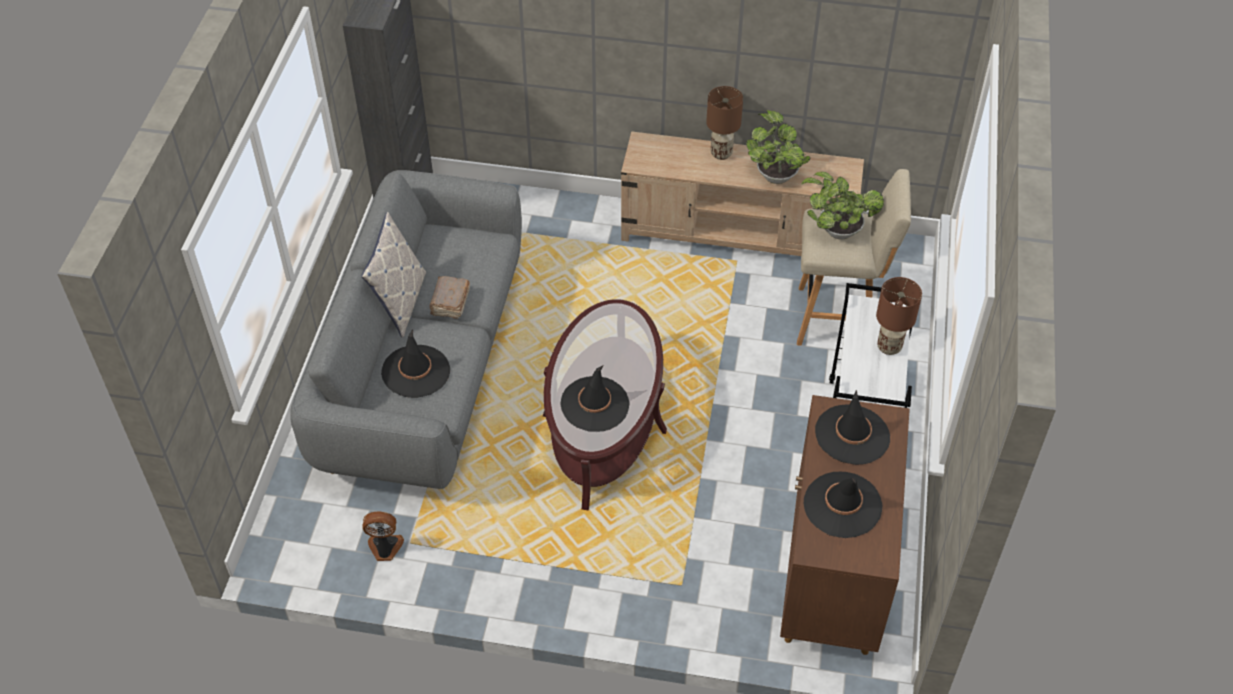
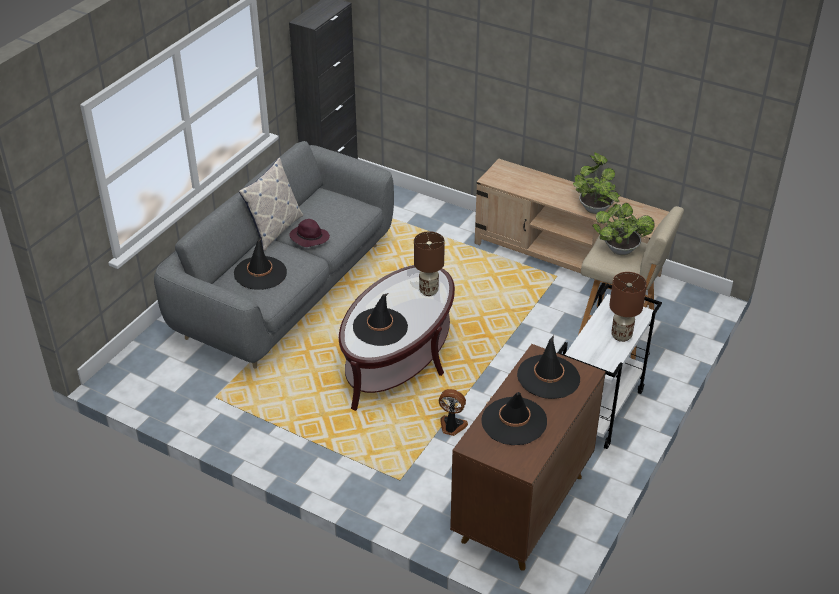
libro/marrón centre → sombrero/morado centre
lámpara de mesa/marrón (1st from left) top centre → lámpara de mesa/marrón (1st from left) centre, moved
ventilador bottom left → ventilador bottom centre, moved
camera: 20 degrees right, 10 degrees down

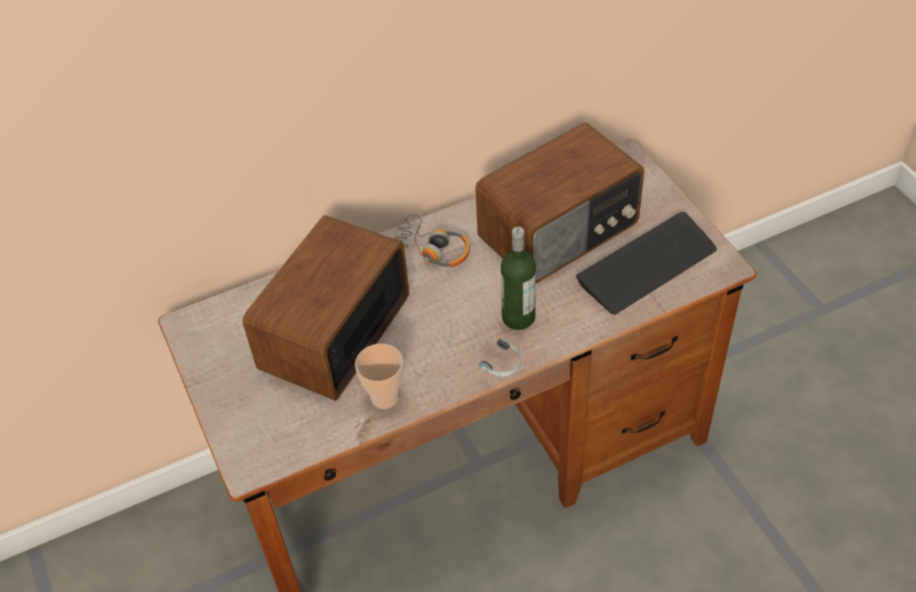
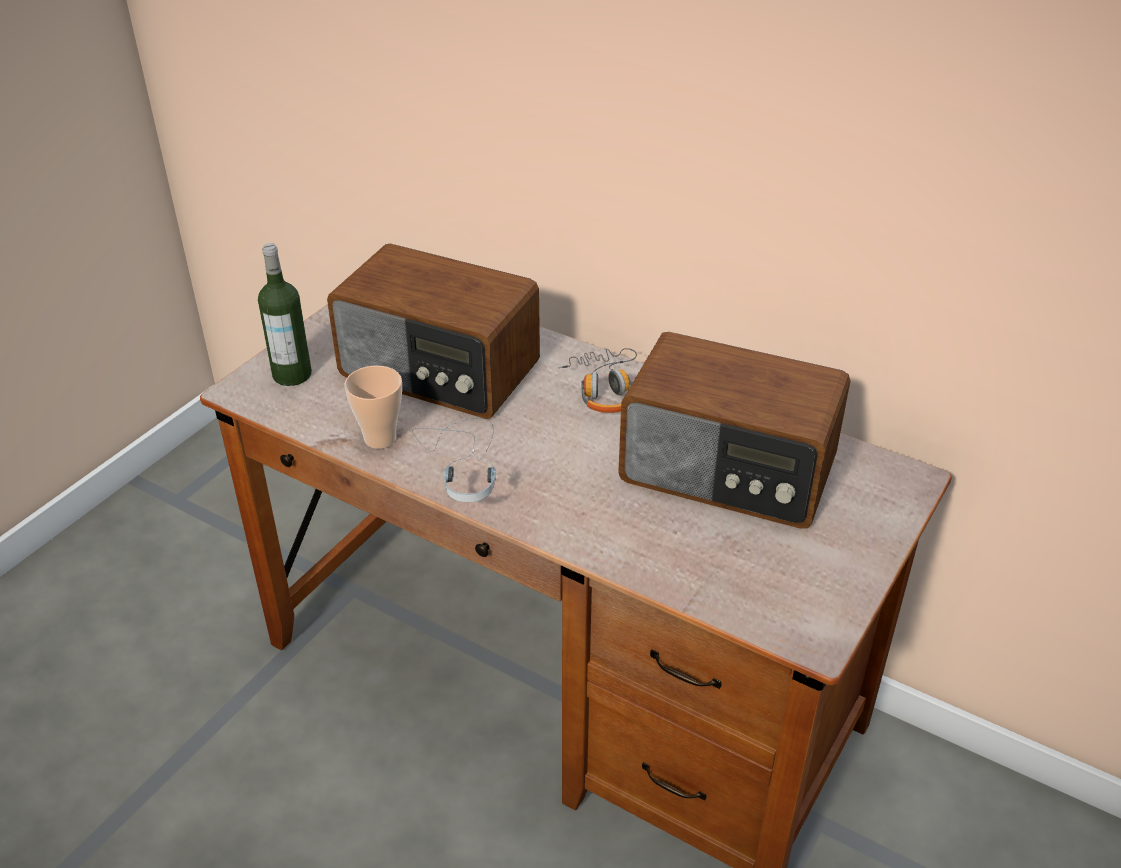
botella centre → botella middle left, moved
radio (1st from left) centre, 150 degrees counterclockwise
teclado middle right → -
camera: 55 degrees right, 10 degrees down

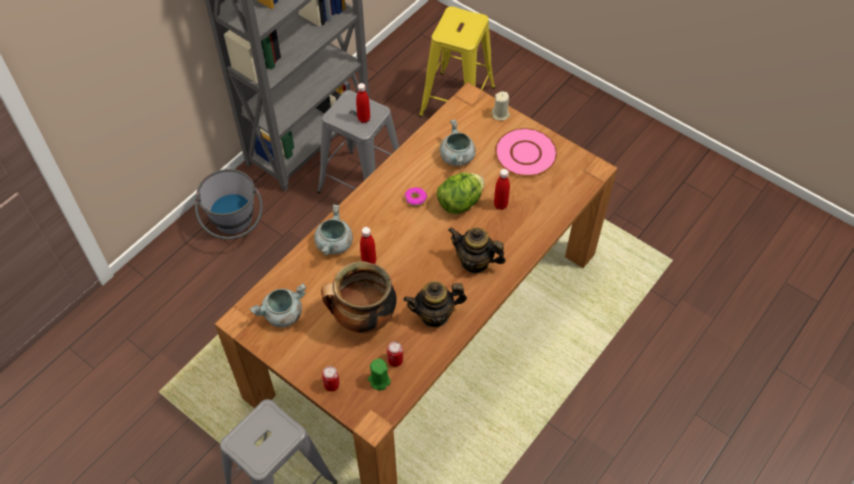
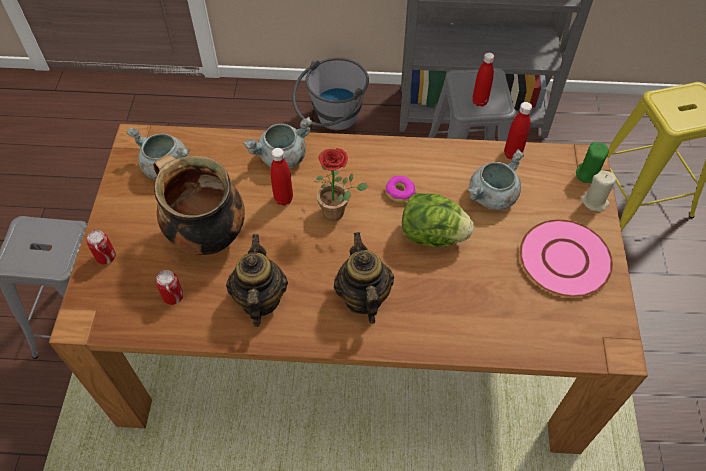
tetera (1st from left) centre, 45 degrees clockwise
- → planta en maceta centre
botella/rojo (3rd from left) centre → botella/rojo (3rd from left) top right, moved
vela/verde bottom centre → vela/verde middle right, moved
camera: 55 degrees right, 0 degrees up

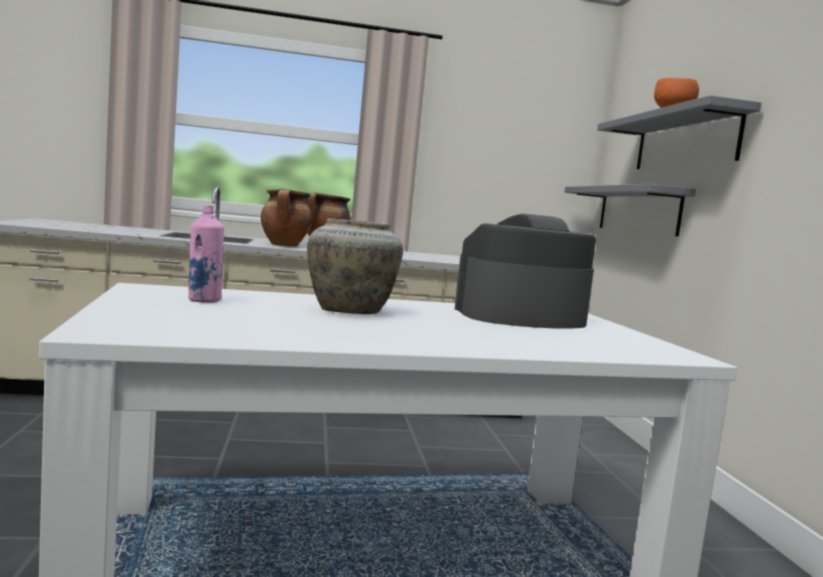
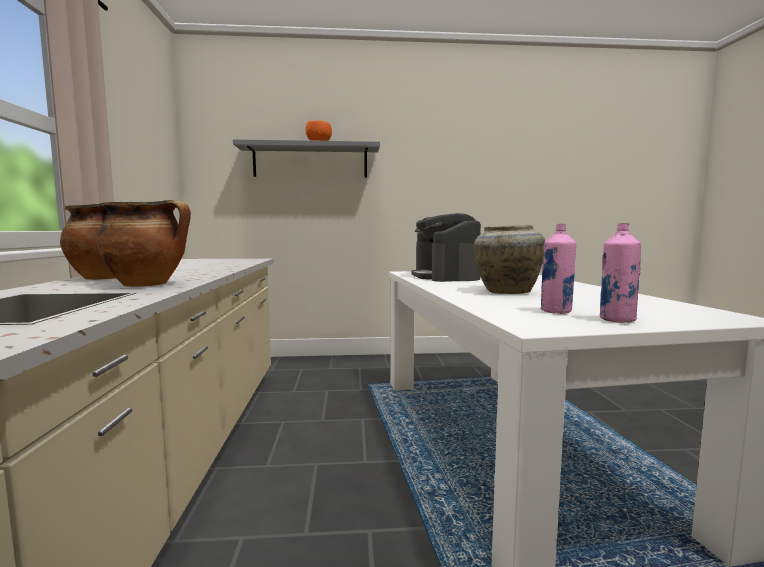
- → botella/rosa (2nd from left) middle right
estante/gris (1st from left) middle right → -
camera: 85 degrees left, 0 degrees up

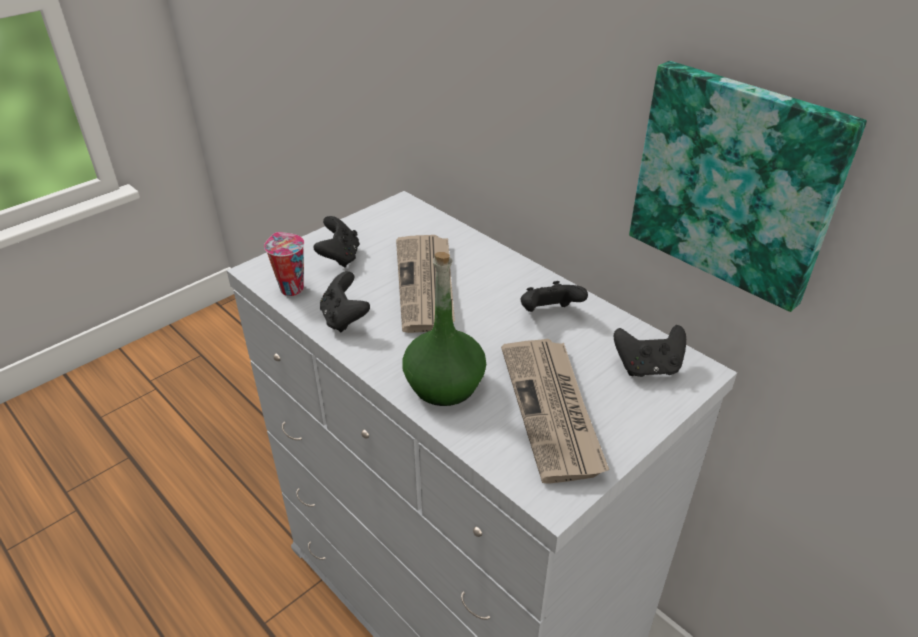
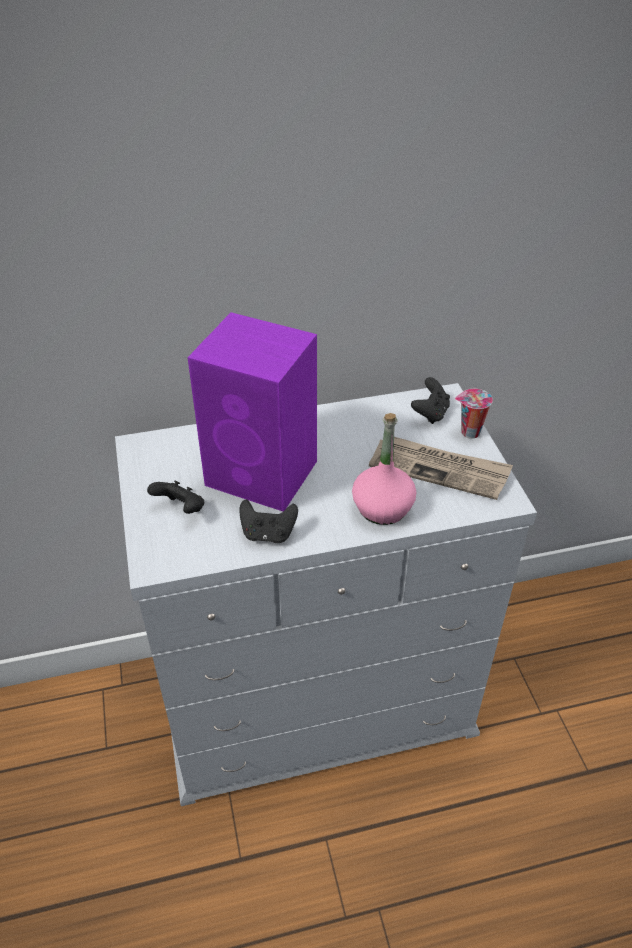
periódico (1st from left) centre → altavoz/morado centre
botella/verde centre → botella/rosa centre
taza middle left → taza middle right, moved
mando de consola/negro (3rd from left) centre → -
cuadro top right → -
camera: 60 degrees left, 5 degrees up

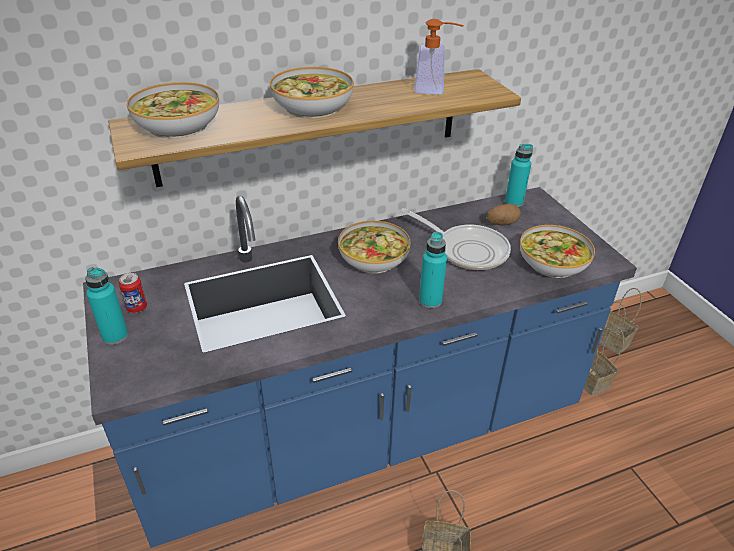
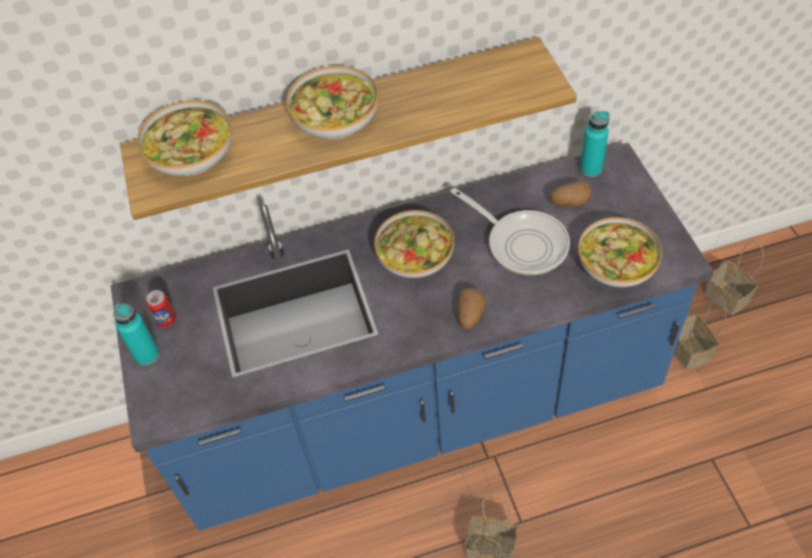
botella/turquesa (2nd from left) centre → patata (1st from left) centre
dispensador de jabón top centre → -
camera: 10 degrees right, 15 degrees up

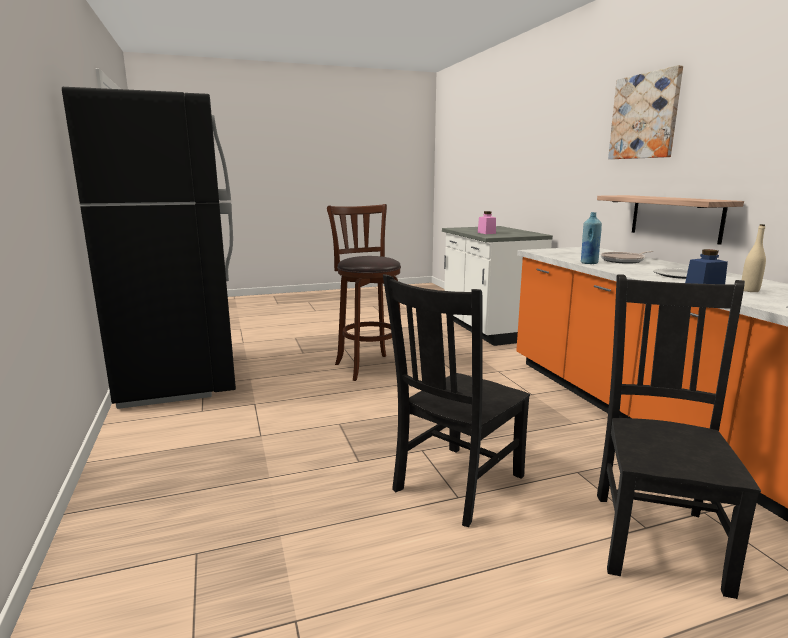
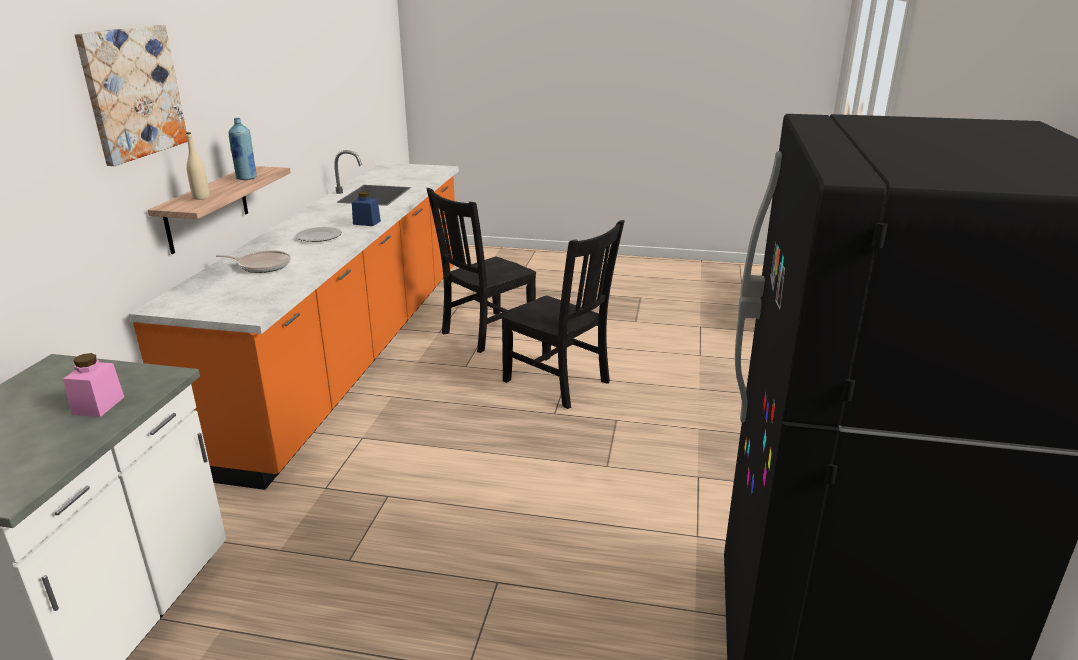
botella/beis middle right → botella/beis top left, moved
botella/azul middle right → botella/azul top left, moved
silla/negro (1st from left in the first image) centre → silla/negro (2nd from left) centre, 60 degrees clockwise
taburete/marrón centre → -
camera: 150 degrees left, 10 degrees up

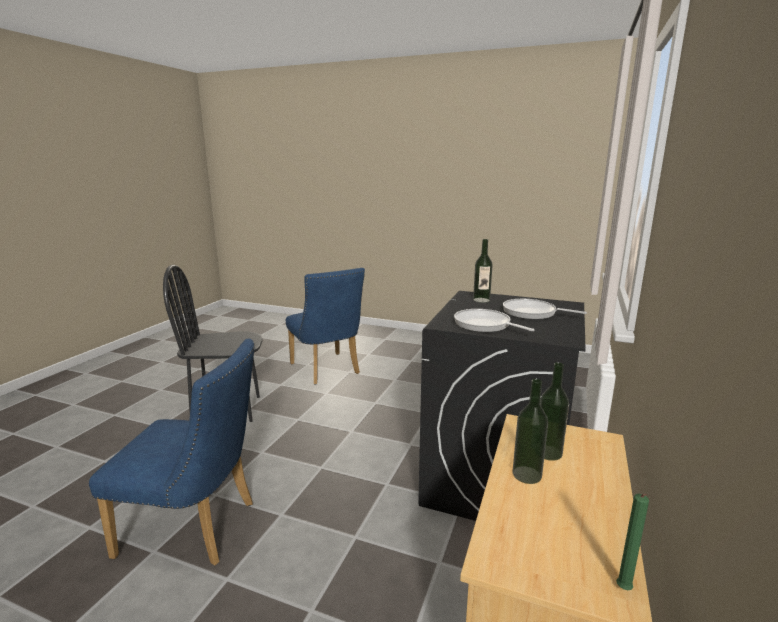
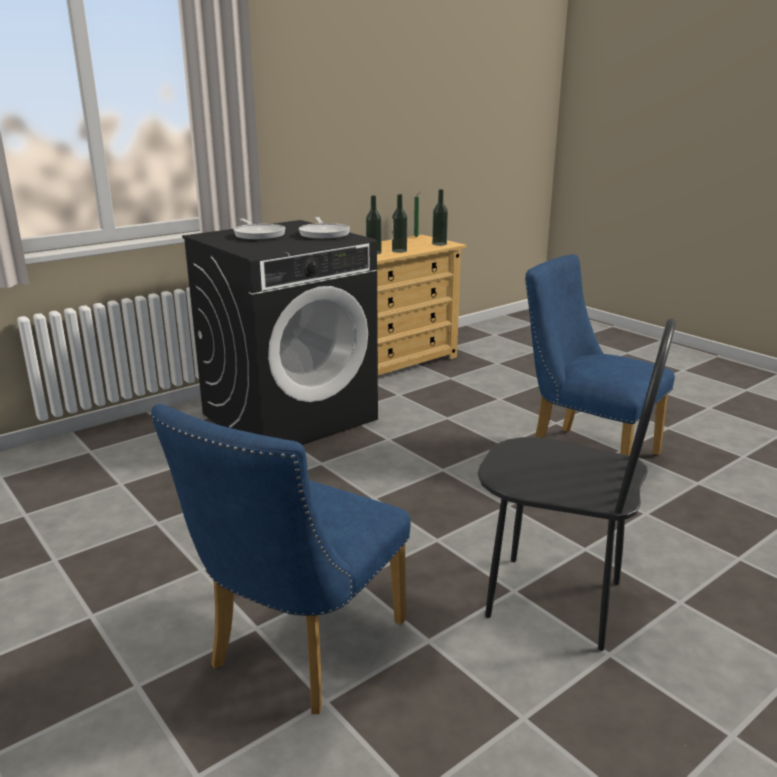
silla/azul (2nd from left in the first image) centre → silla/azul (1st from left) bottom centre, 150 degrees counterclockwise
botella (1st from left in the first image) centre → botella (3rd from left) top centre, moved
camera: 150 degrees left, 5 degrees up

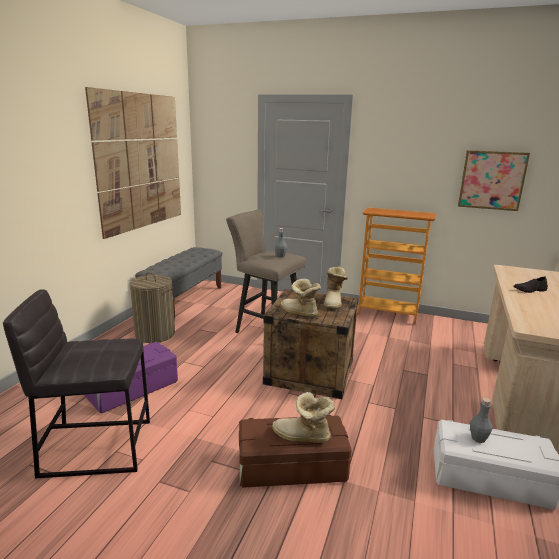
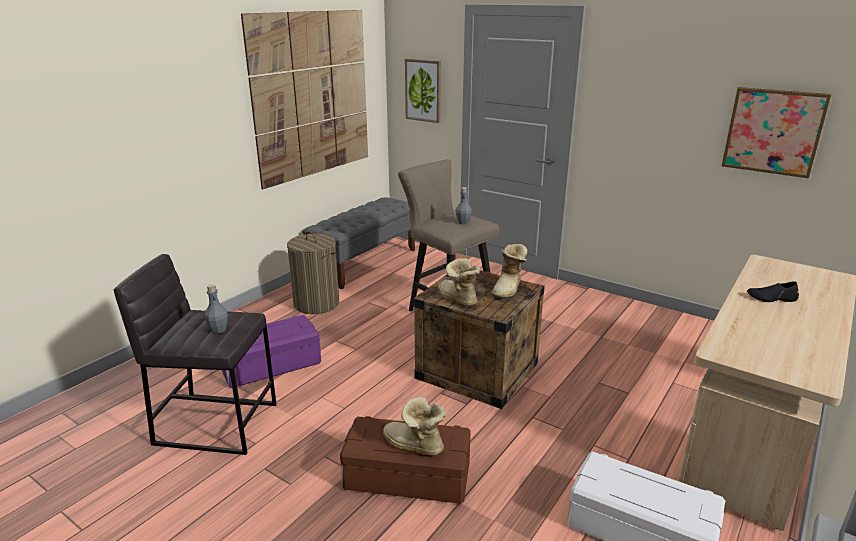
botella/gris (2nd from left in the first image) bottom right → botella/gris (1st from left) middle left, moved
- → cuadro (2nd from left) top centre
estantería middle right → -
camera: 15 degrees right, 5 degrees up

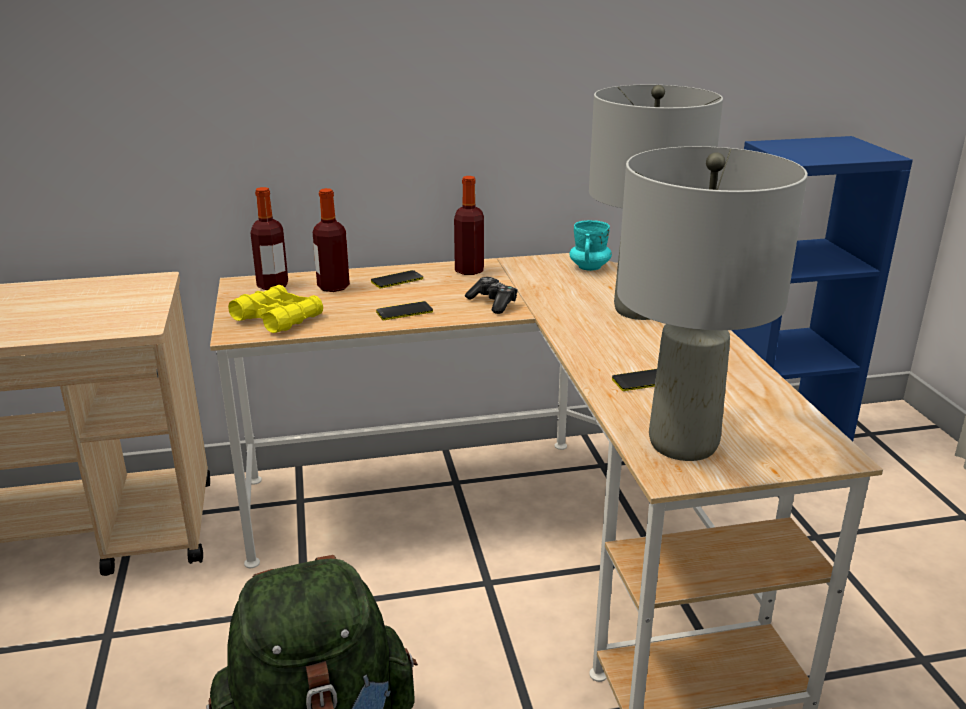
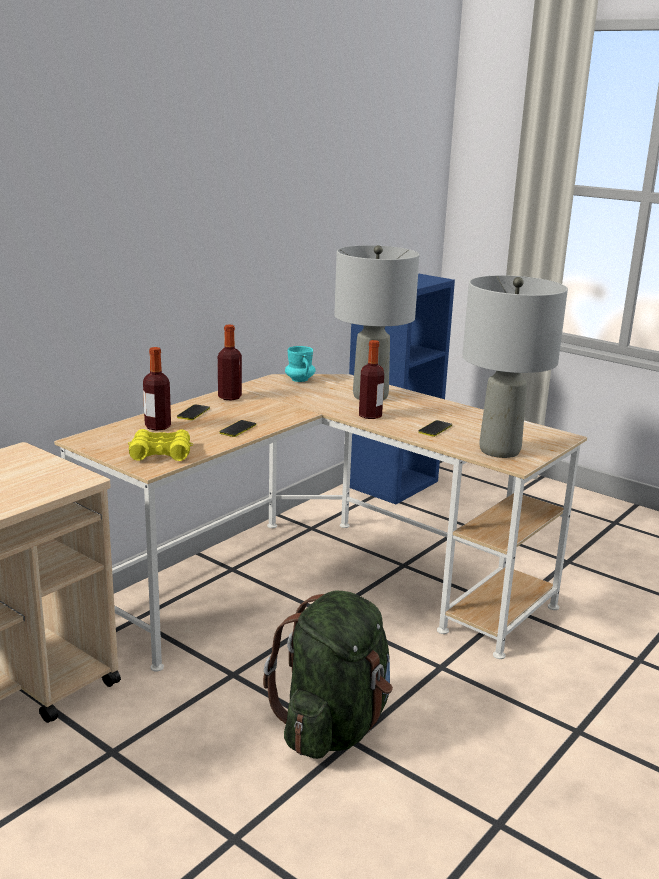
botella (1st from left in the first image) middle left → botella (3rd from left) centre, moved
mando de consola centre → -
camera: 40 degrees left, 5 degrees down

